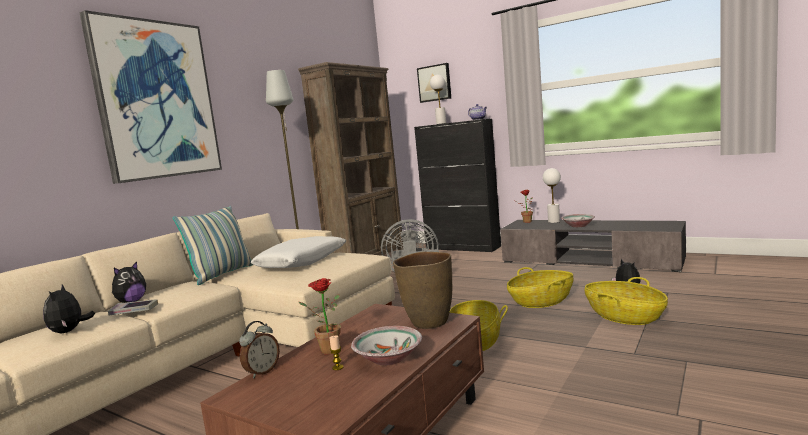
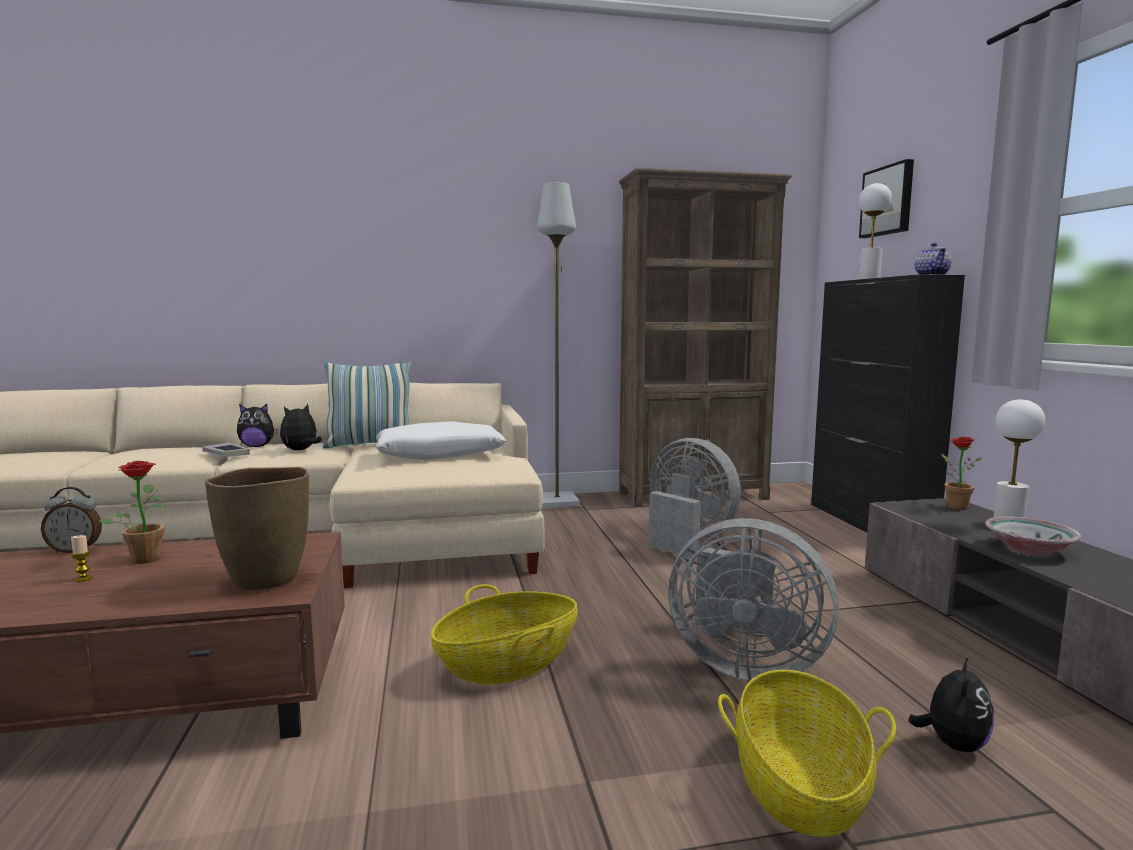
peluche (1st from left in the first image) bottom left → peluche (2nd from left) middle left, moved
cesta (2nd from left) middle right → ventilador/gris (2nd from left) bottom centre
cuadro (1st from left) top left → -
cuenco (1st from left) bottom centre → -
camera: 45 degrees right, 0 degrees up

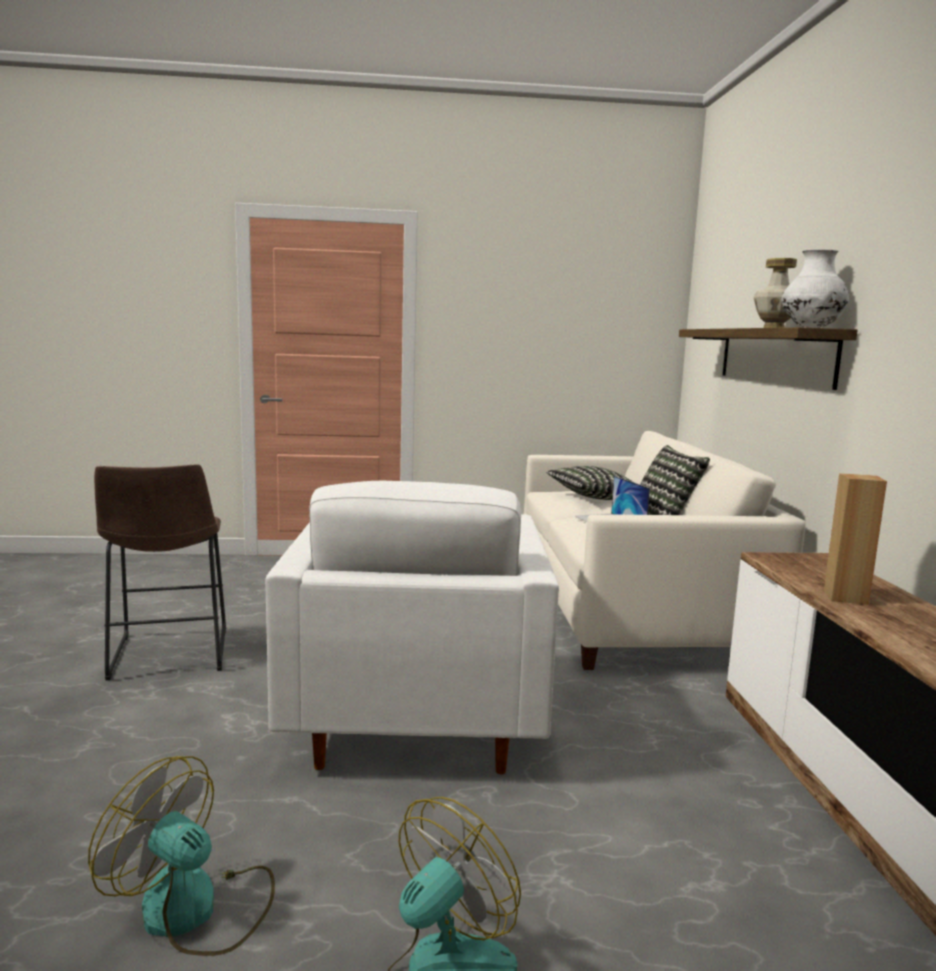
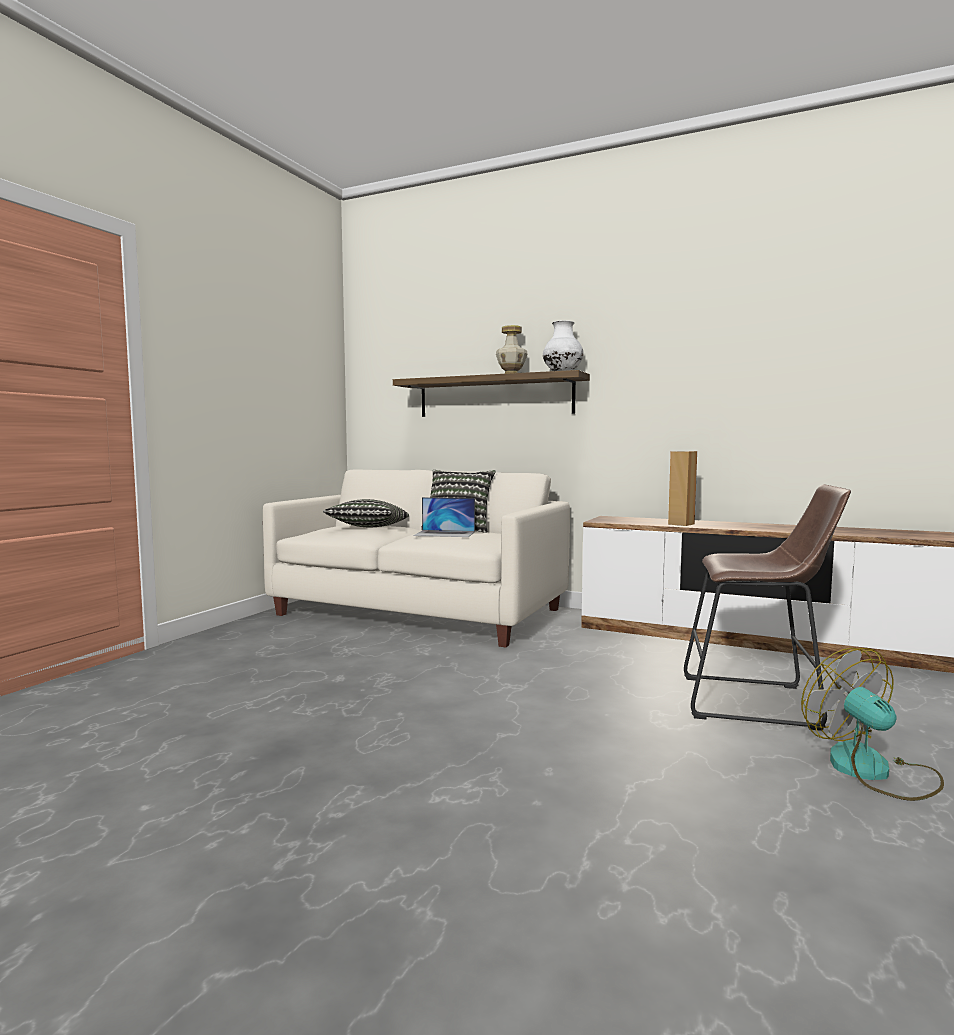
taburete/marrón middle left → taburete/marrón middle right, moved
ventilador (1st from left) bottom left → -
sillón/blanco centre → -
camera: 60 degrees left, 5 degrees down

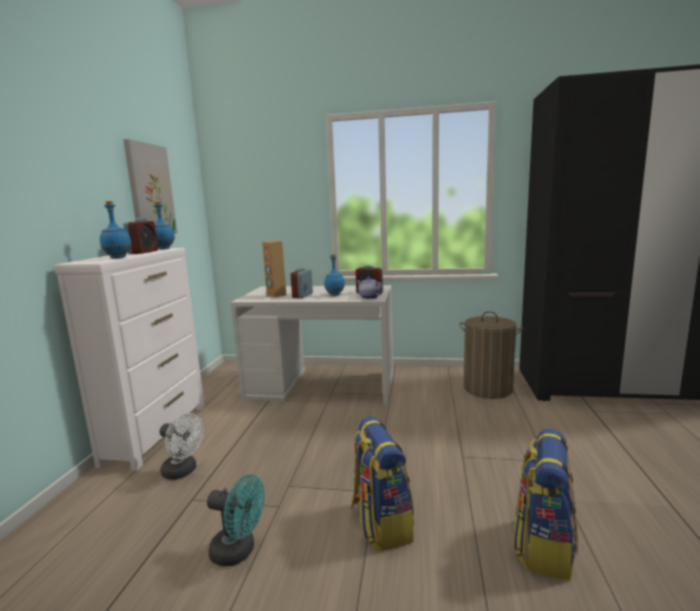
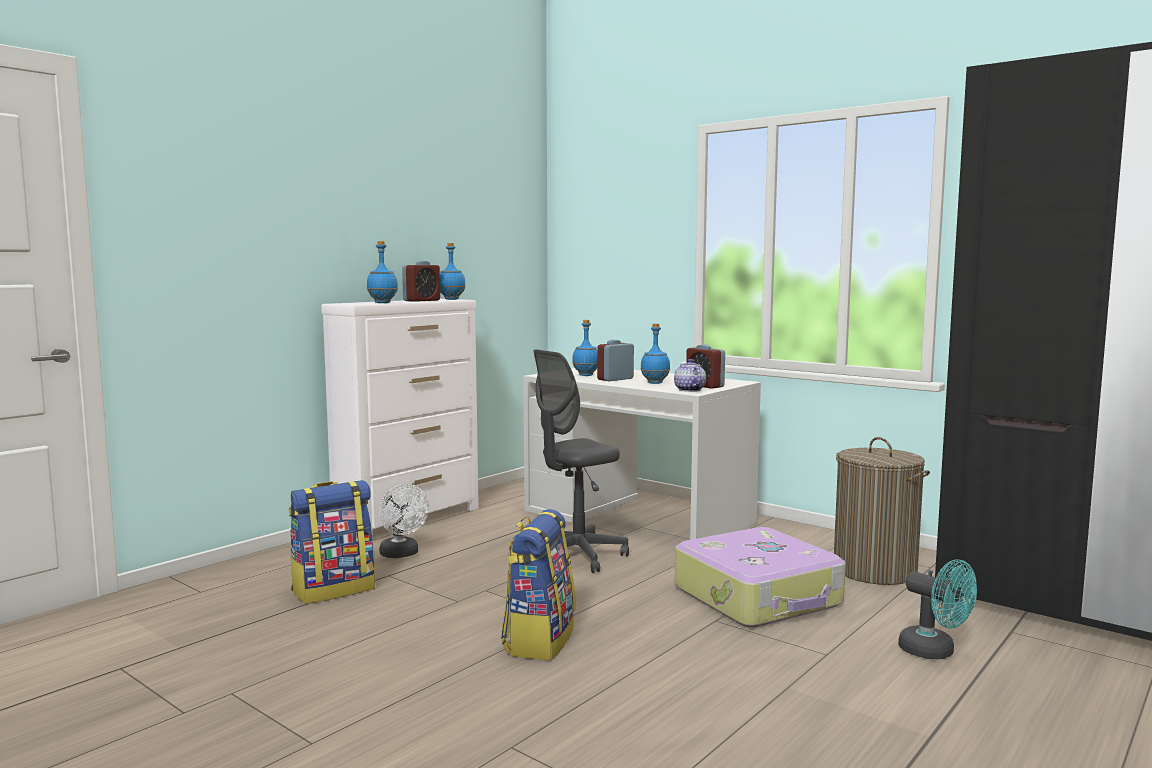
mochila (2nd from left in the first image) bottom right → mochila (1st from left) bottom left, moved
- → silla de oficina/gris centre
altavoz/marrón centre → botella/azul (3rd from left) centre
- → maleta bottom centre
ventilador/turquesa bottom centre → ventilador/turquesa bottom right, moved
cuadro top left → -
camera: 30 degrees right, 5 degrees down

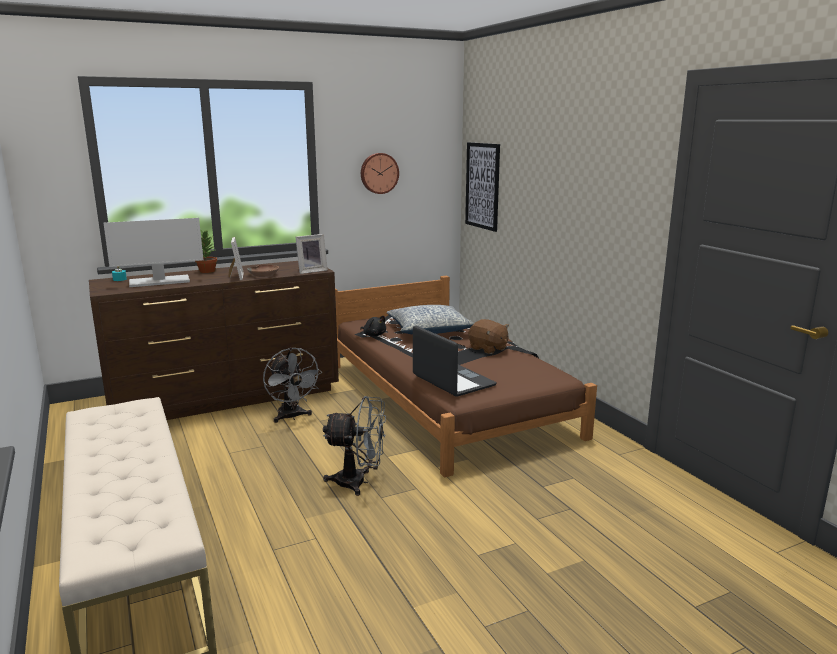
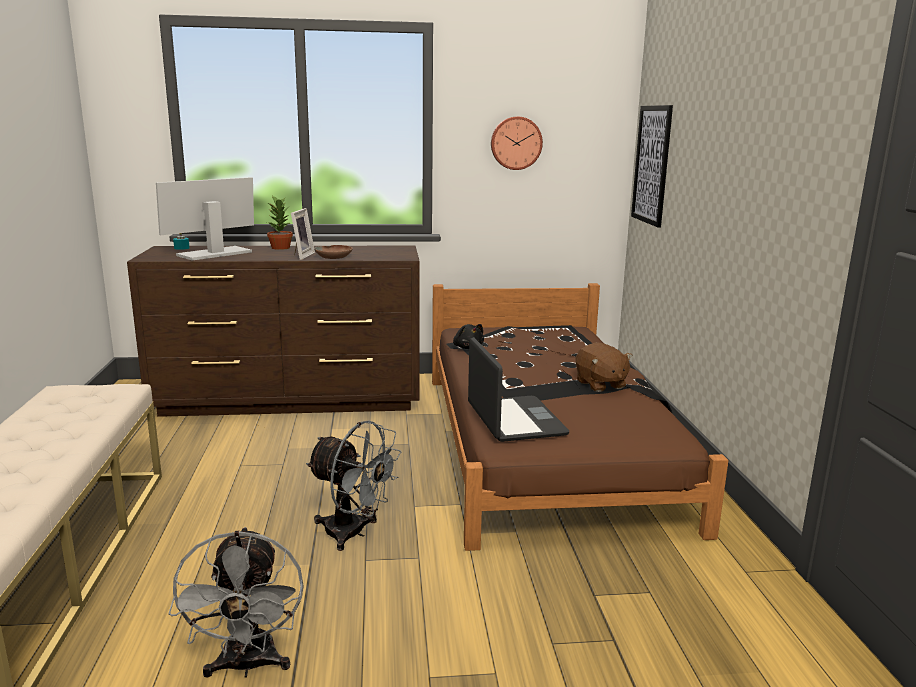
monitor middle left → monitor top left, 135 degrees clockwise
ventilador/gris (1st from left) centre → ventilador/gris (1st from left) bottom left, moved
portarretratos (2nd from left) centre → -
cojín centre → -
camera: 20 degrees right, 0 degrees up

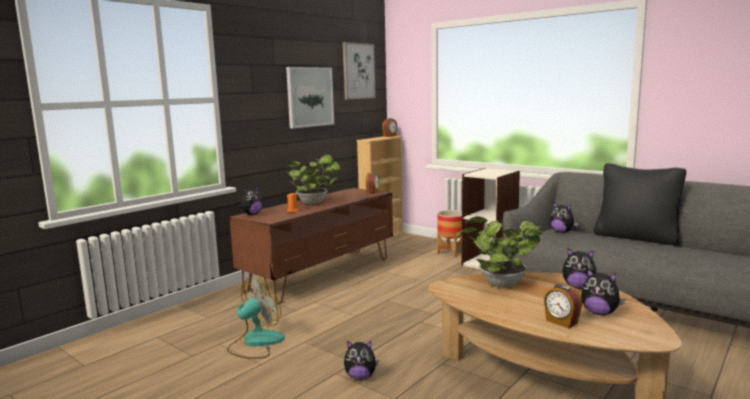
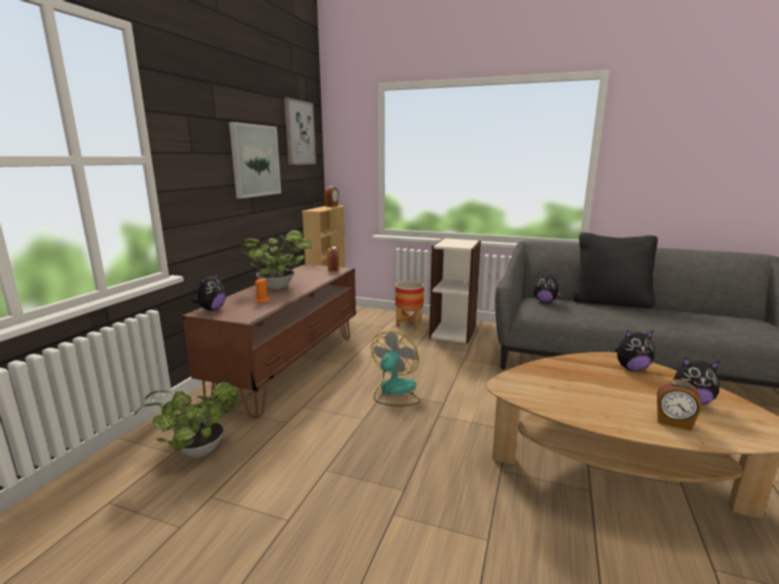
planta en maceta (2nd from left in the first image) centre → planta en maceta (1st from left) bottom left, moved
ventilador bottom centre → ventilador centre, moved
peluche (2nd from left) bottom centre → -
camera: 20 degrees left, 5 degrees up

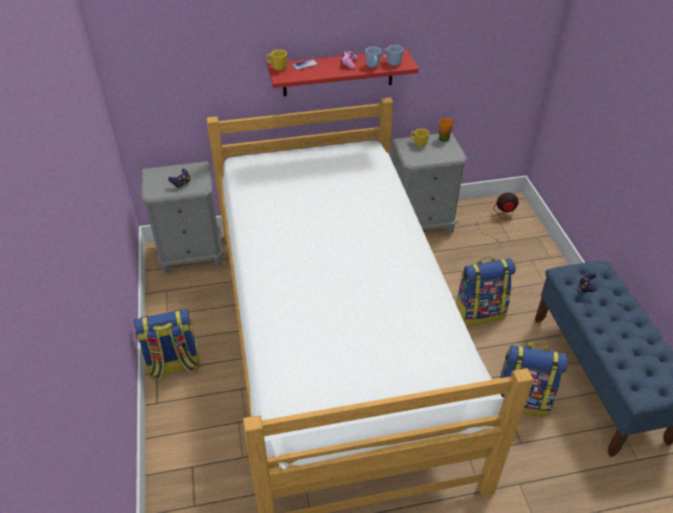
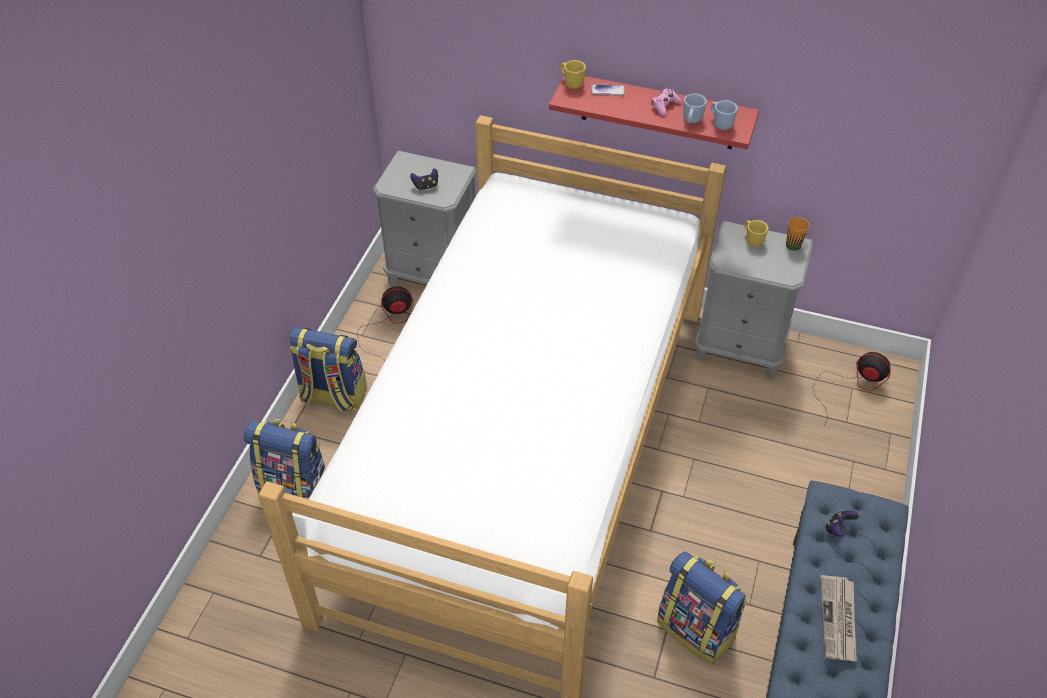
mochila (2nd from left in the first image) middle right → mochila (1st from left) middle left, moved
- → ventilador (1st from left) centre
- → periódico bottom right
camera: 30 degrees right, 5 degrees up

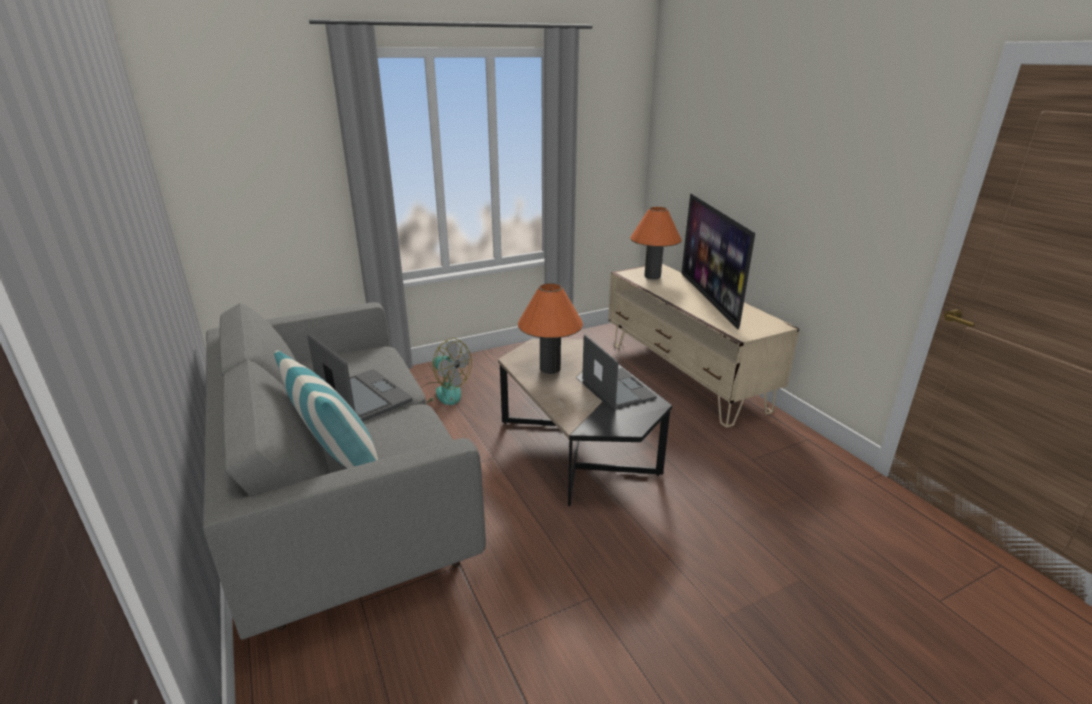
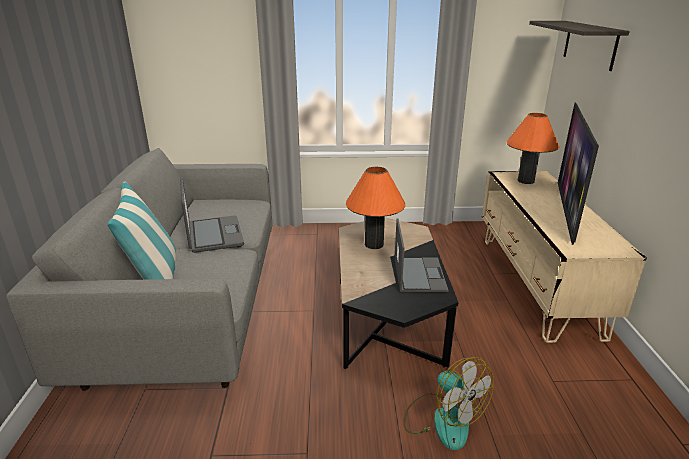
ventilador centre → ventilador bottom centre, moved
- → estante top right
camera: 25 degrees right, 0 degrees up

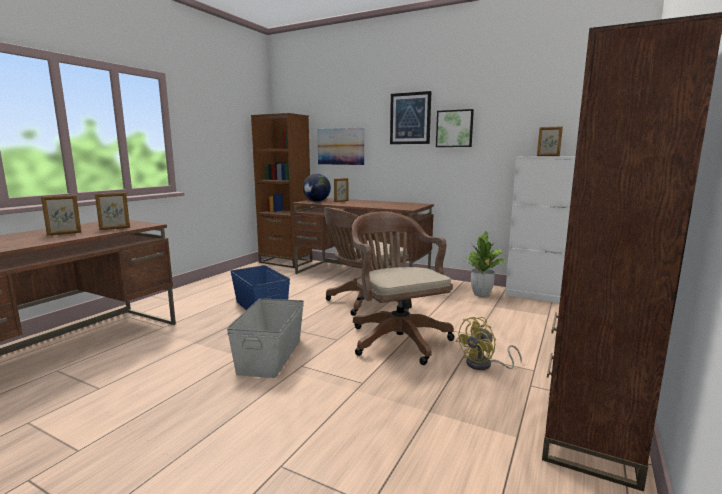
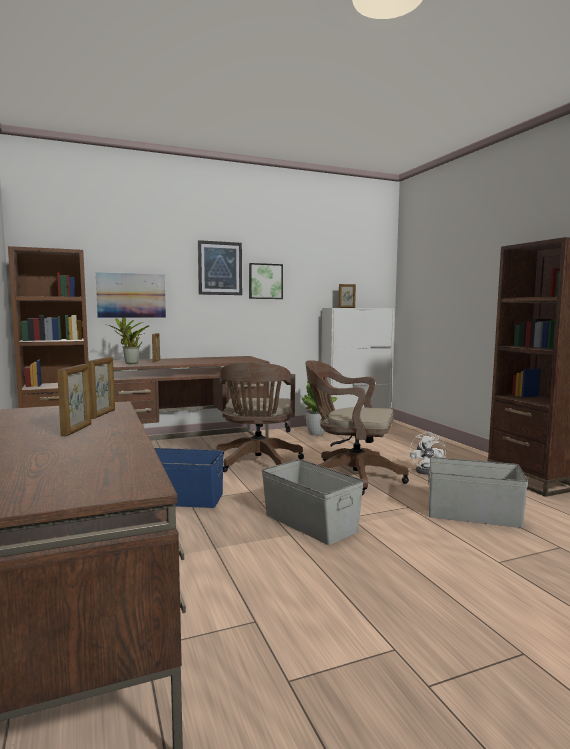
globo terráqueo centre → planta en maceta (1st from left) middle left
ventilador/amarillo bottom right → ventilador/blanco middle right
- → caja de almacenaje/gris (2nd from left) middle right
camera: 50 degrees left, 5 degrees down

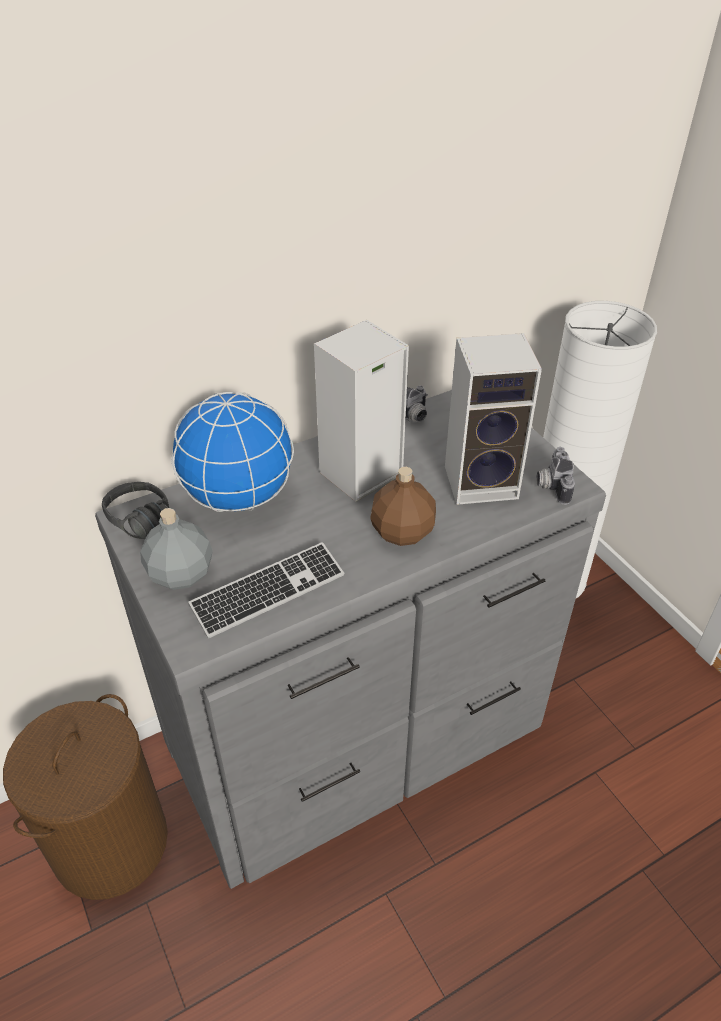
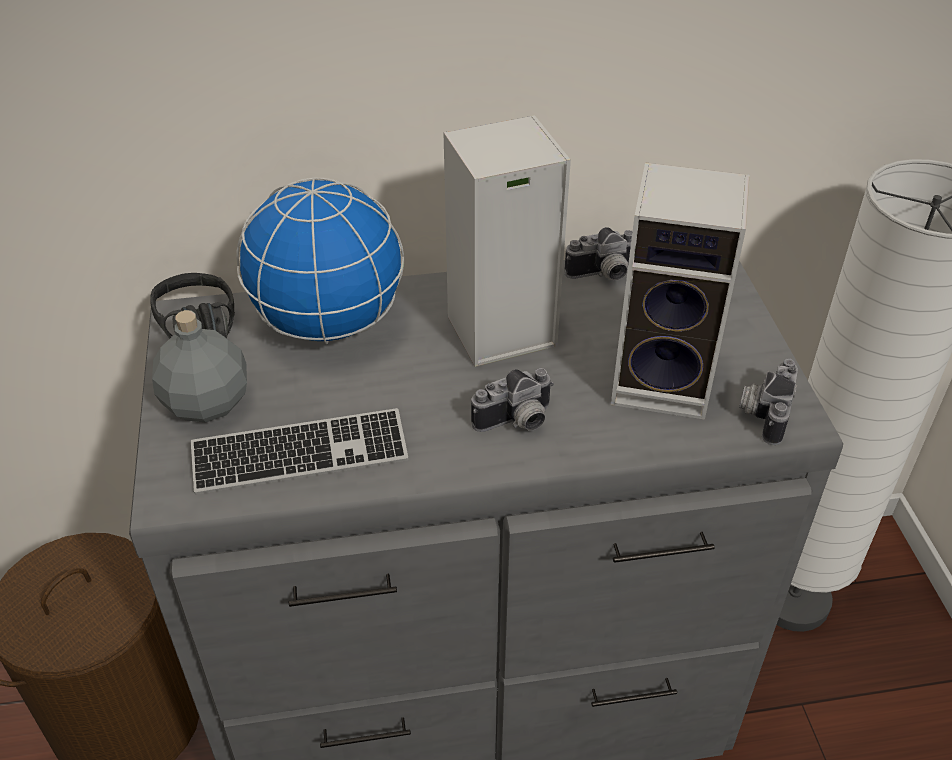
botella/marrón centre → cámara (1st from left) centre
camera: 20 degrees right, 0 degrees up

